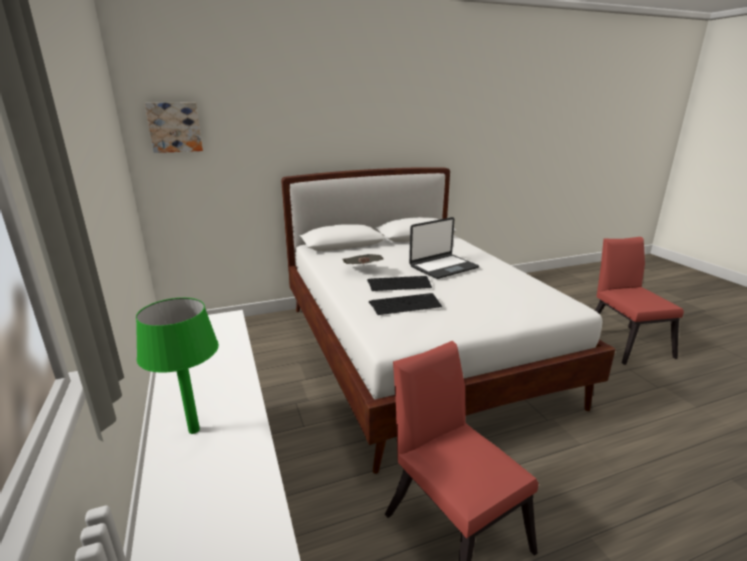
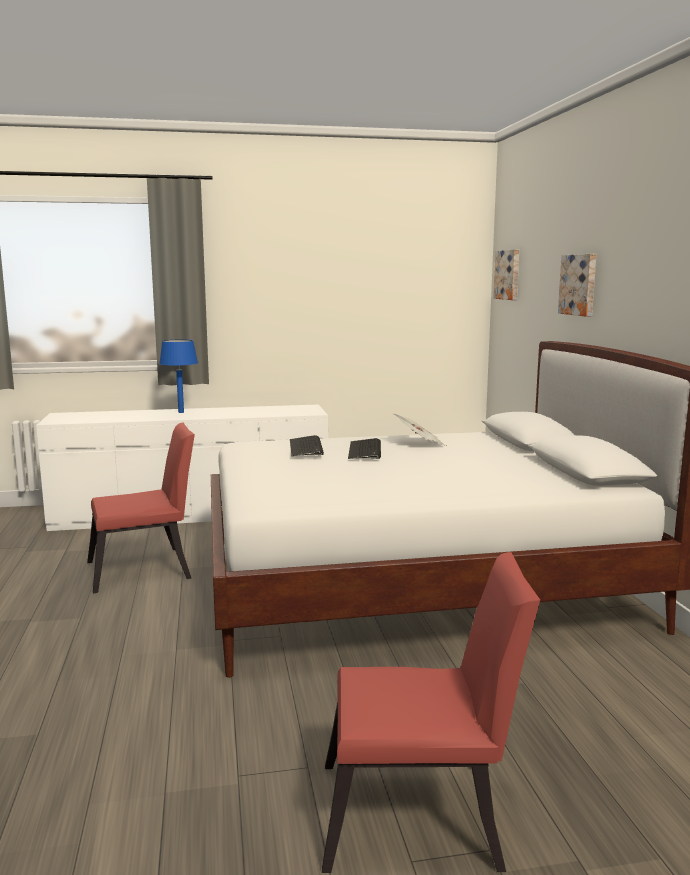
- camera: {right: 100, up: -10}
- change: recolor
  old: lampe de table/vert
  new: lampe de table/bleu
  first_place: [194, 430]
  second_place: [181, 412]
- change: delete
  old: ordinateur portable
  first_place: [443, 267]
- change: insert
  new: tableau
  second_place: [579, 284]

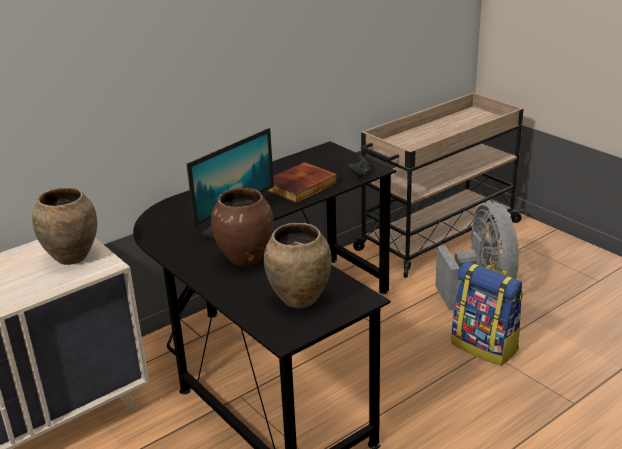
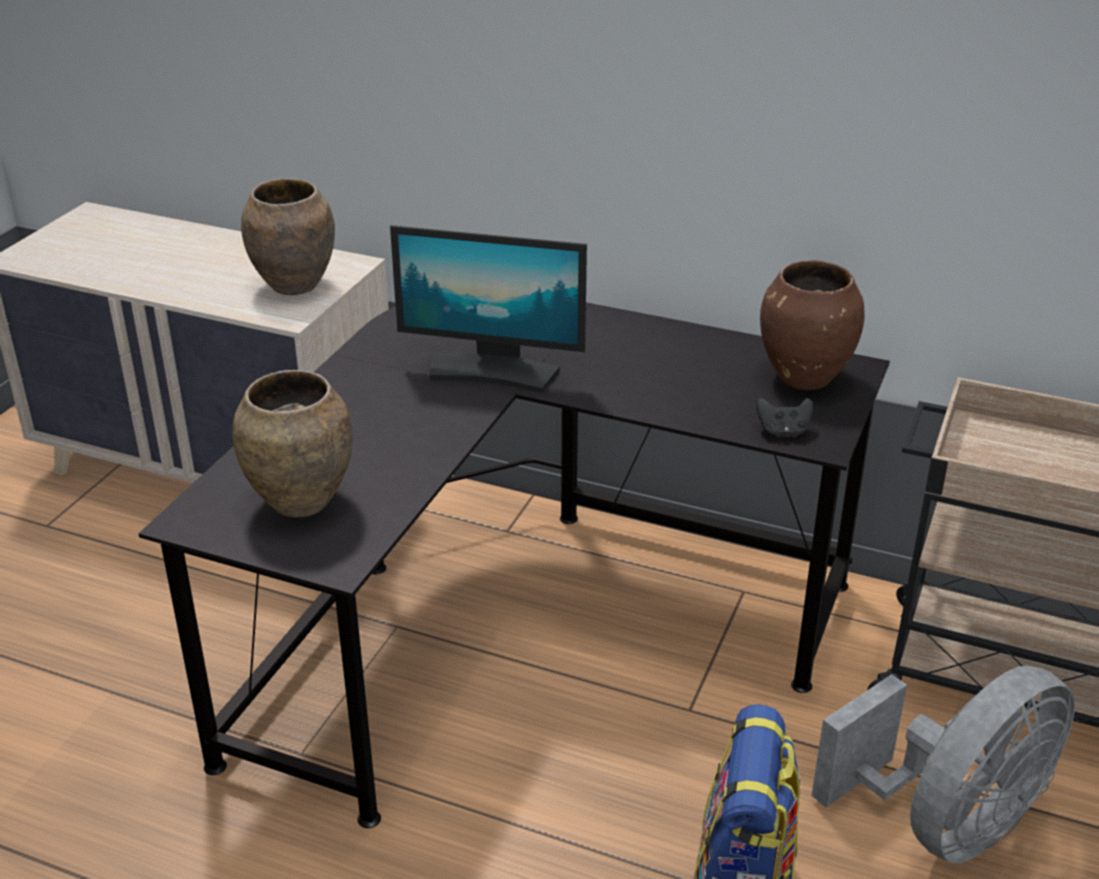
- camera: {right: 60, up: 5}
- change: move
  old: vase/marron
  first_place: [246, 259]
  second_place: [804, 378]
- change: delete
  old: livre
  first_place: [301, 186]

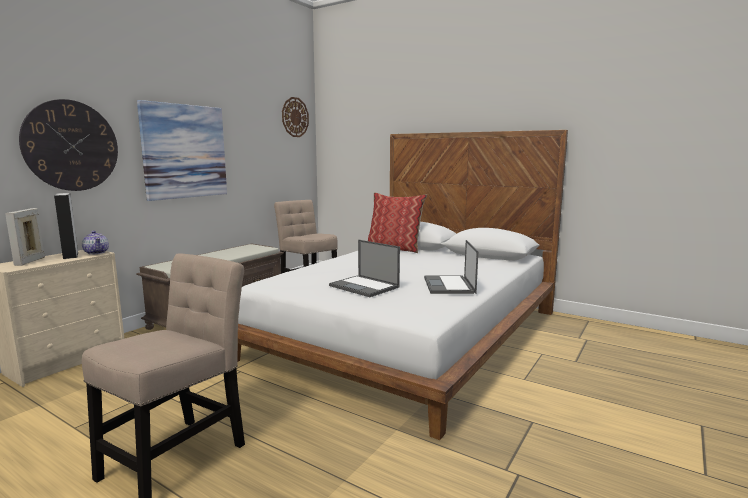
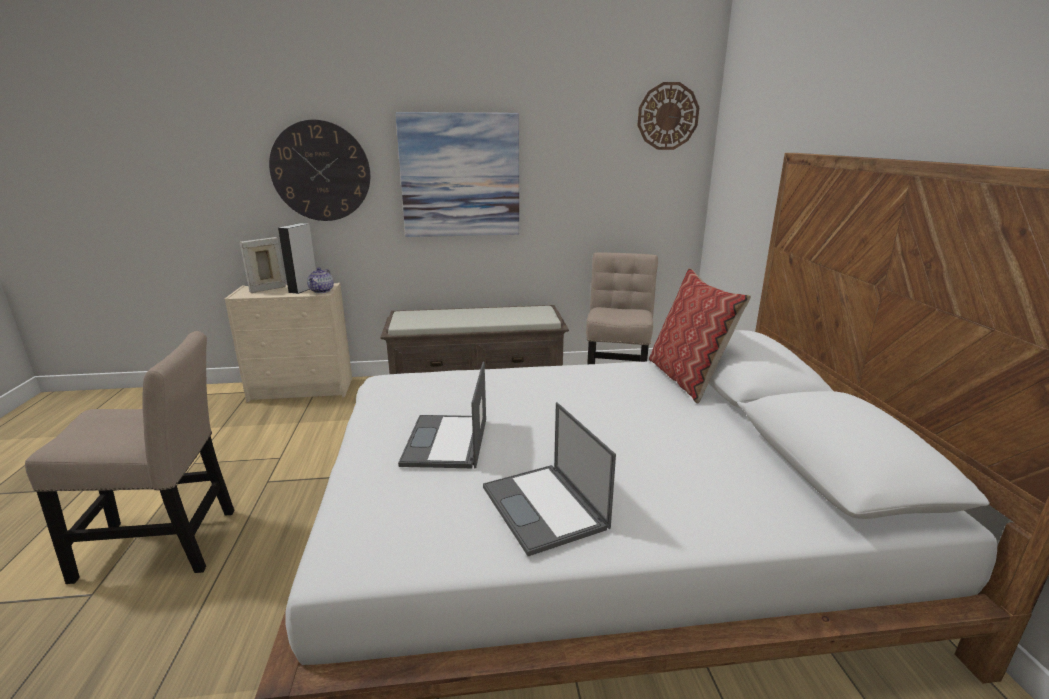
- camera: {right: 50, up: 10}
- change: rotate
  old: ordinateur portable
  first_place: [449, 285]
  second_place: [545, 508]
  degrees: -75

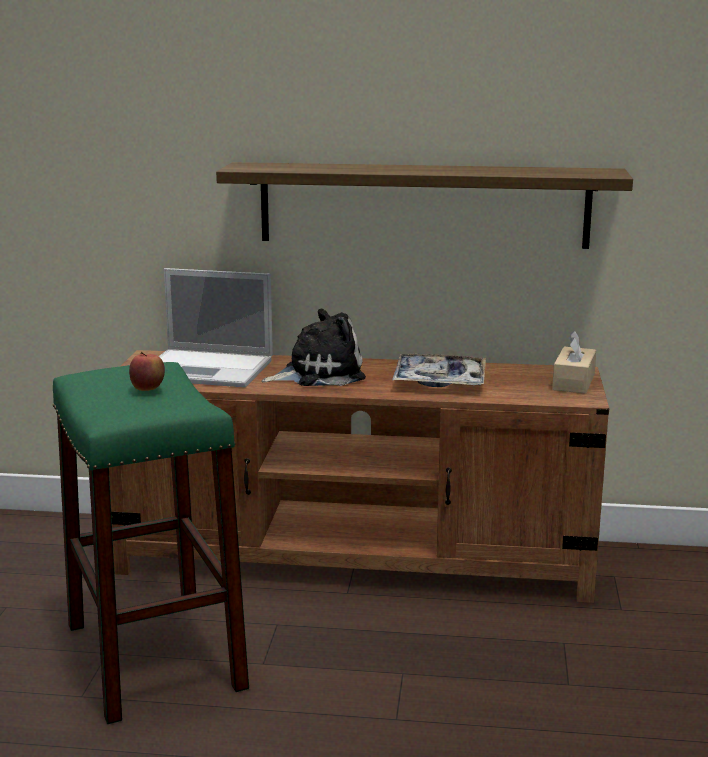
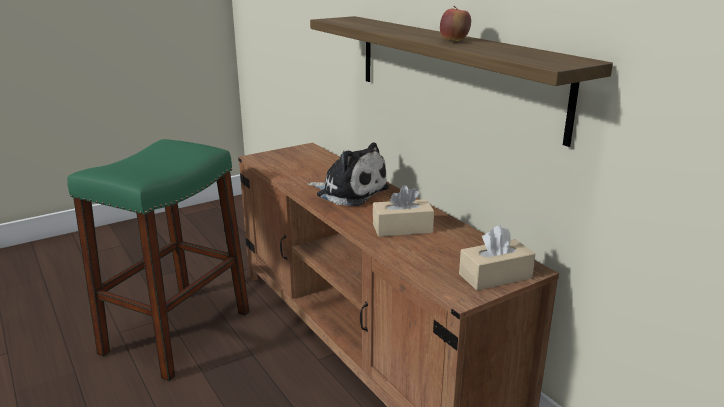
- camera: {right: 50, up: 5}
- change: move
  old: pomme
  first_place: [148, 390]
  second_place: [454, 41]
- change: delete
  old: ordinateur portable
  first_place: [208, 369]
- change: replace
  old: plateau
  new: boîte à mouchoirs/beige
  first_place: [439, 381]
  second_place: [402, 228]

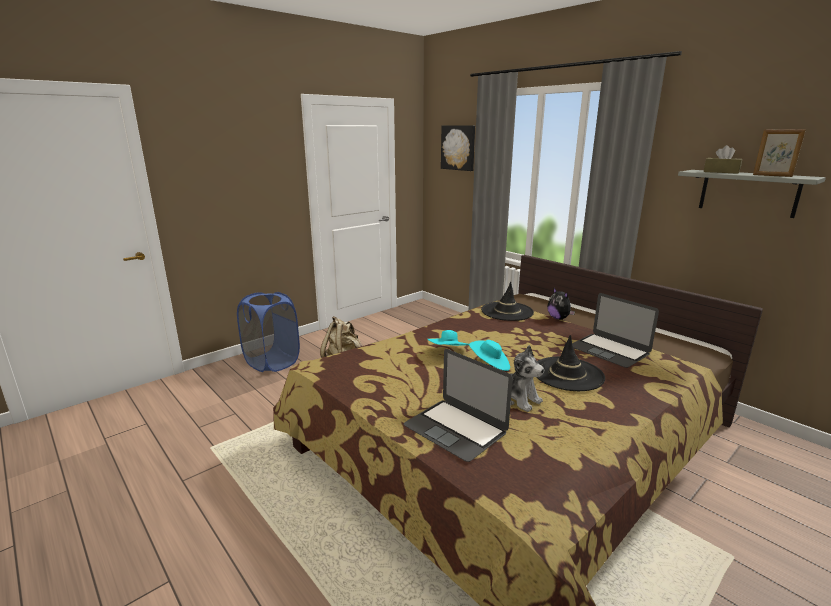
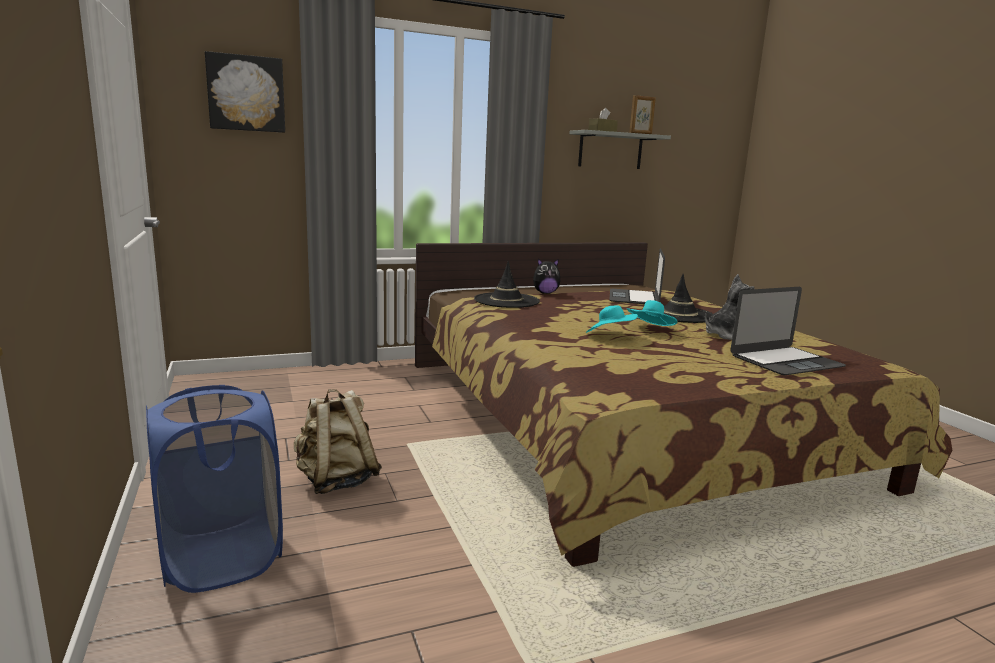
- camera: {right: -70, up: -5}
- change: rotate
  old: ordinateur portable
  first_place: [609, 350]
  second_place: [634, 297]
  degrees: 120

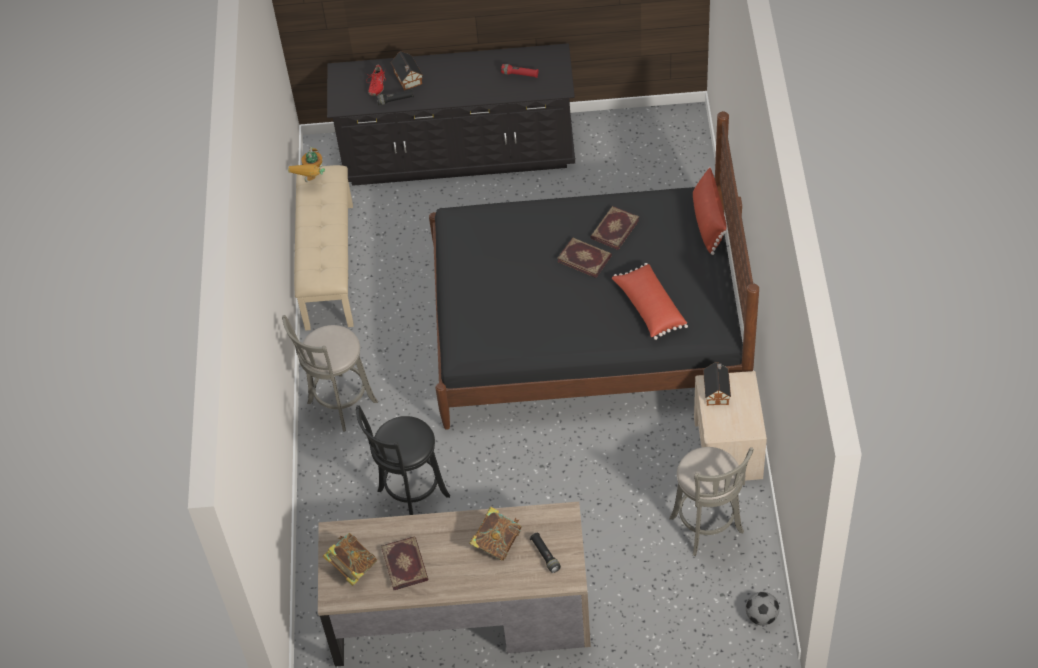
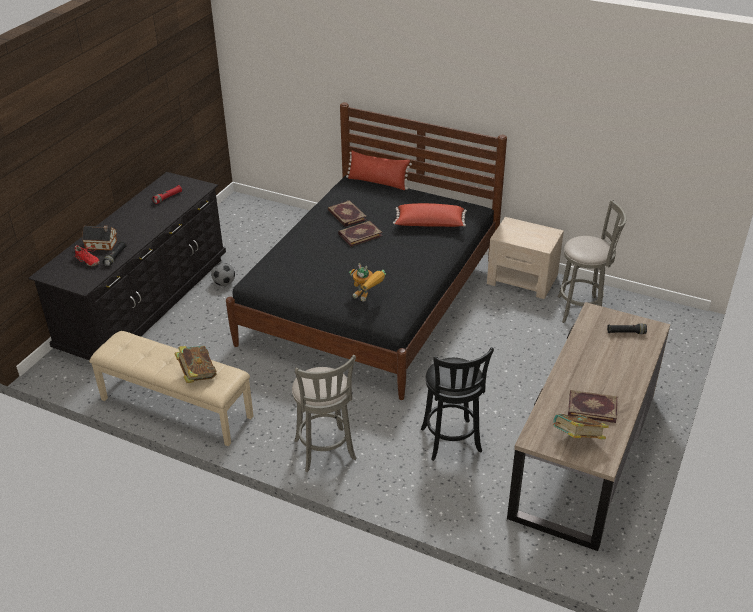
- camera: {right: -65, up: -15}
- change: move
  old: robot jouet
  first_place: [313, 181]
  second_place: [367, 297]
- change: move
  old: livre
  first_place: [497, 543]
  second_place: [197, 374]
- change: delete
  old: maison miniature
  first_place: [716, 390]
- change: move
  old: ballon de foot
  first_place: [761, 616]
  second_place: [224, 283]

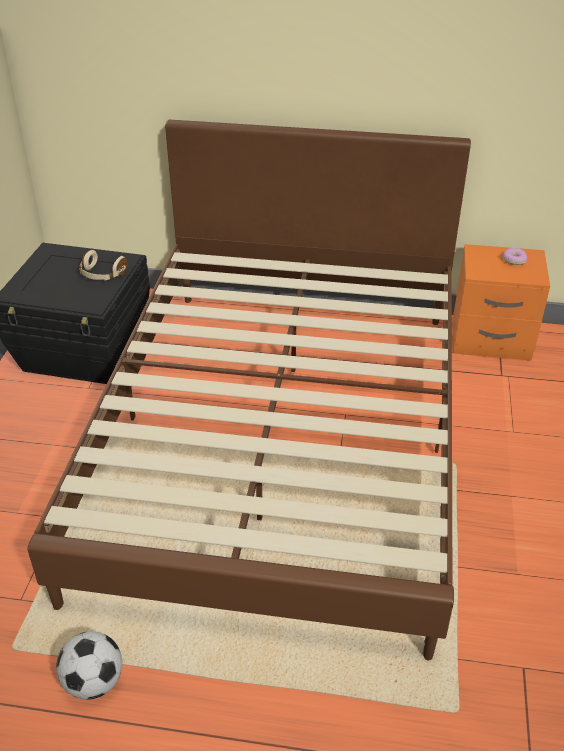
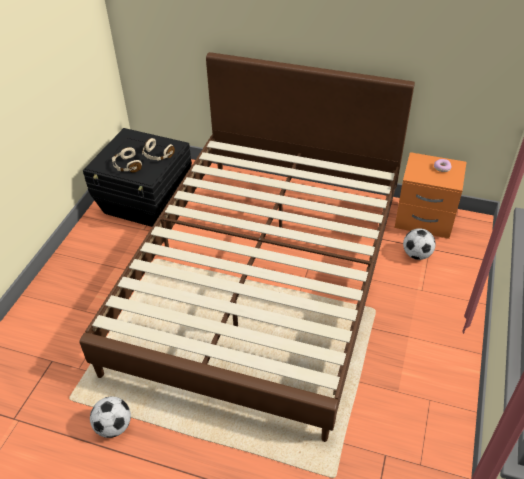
- camera: {right: 10, up: 5}
- change: insert
  new: casque audio/beige
  second_place: [127, 166]
- change: insert
  new: ballon de foot
  second_place: [416, 255]

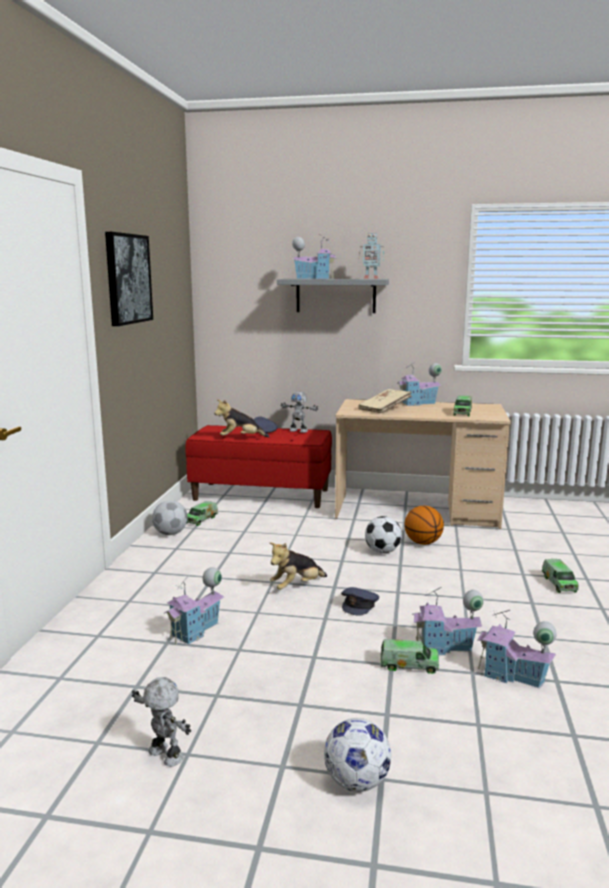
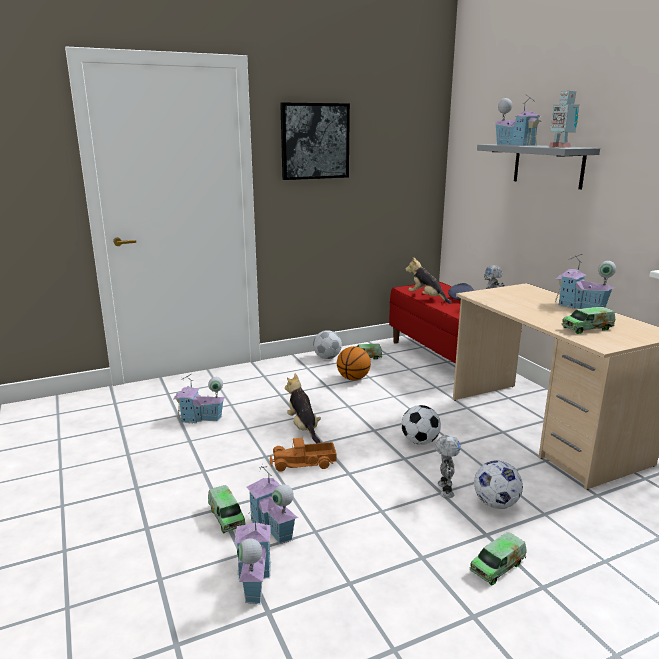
- camera: {right: 55, up: 5}
- change: move
  old: robot jouet
  first_place: [164, 756]
  second_place: [444, 490]
- change: rotate
  old: peluche
  first_place: [296, 586]
  second_place: [303, 428]
  degrees: 45
- change: move
  old: ballon de foot
  first_place: [356, 782]
  second_place: [495, 503]
- change: replace
  old: casquette/gris
  new: camion jouet
  first_place: [359, 605]
  second_place: [303, 463]
- change: delete
  old: livre/beige
  first_place: [384, 409]
- change: move
  old: ballon de basket
  first_place: [423, 543]
  second_place: [353, 378]

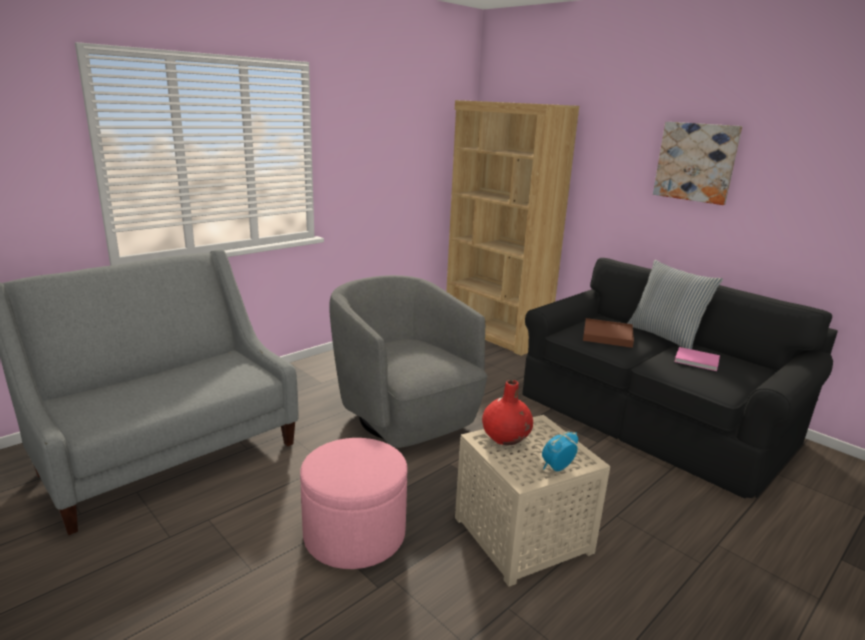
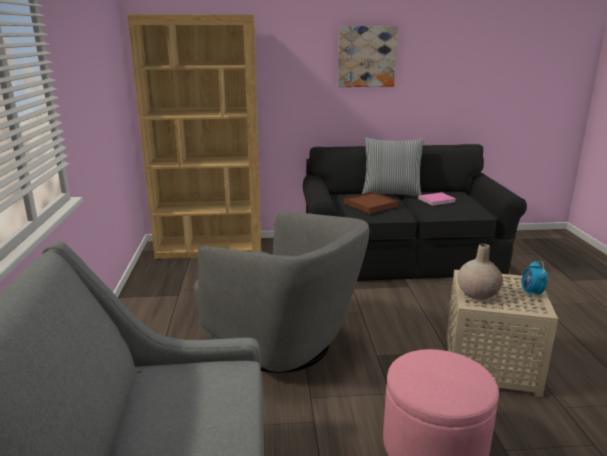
- camera: {right: -50, up: 0}
- change: rotate
  old: fauteuil/gris
  first_place: [405, 416]
  second_place: [282, 344]
  degrees: -150
- change: recolor
  old: vase/rouge
  new: vase/beige
  first_place: [506, 437]
  second_place: [477, 293]

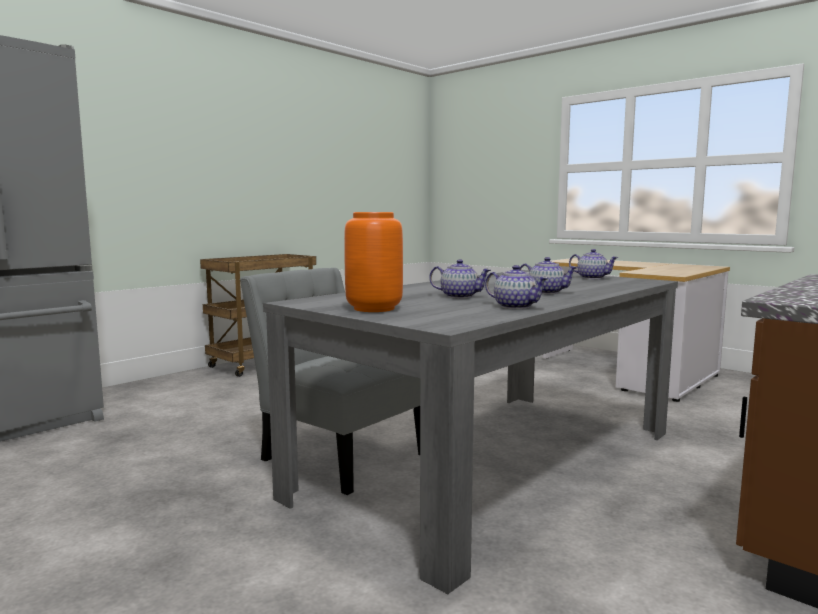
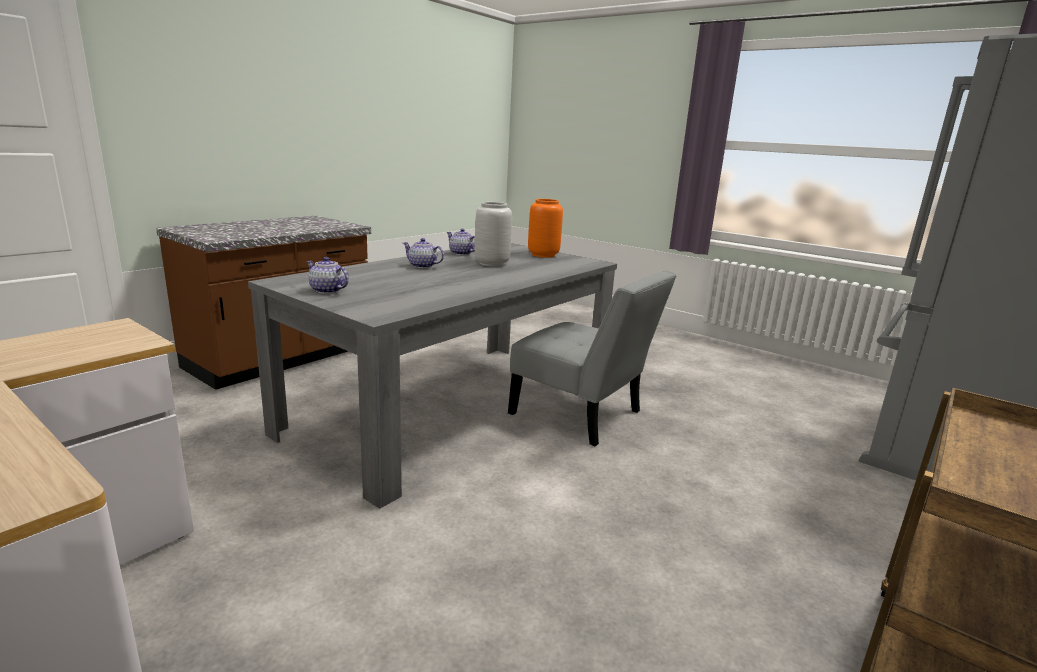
- camera: {right: 175, up: 10}
- change: replace
  old: théière
  new: vase/gris
  first_place: [459, 296]
  second_place: [492, 264]

